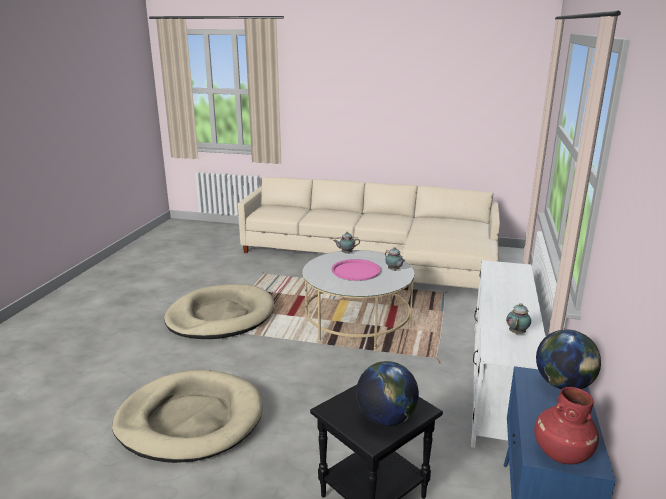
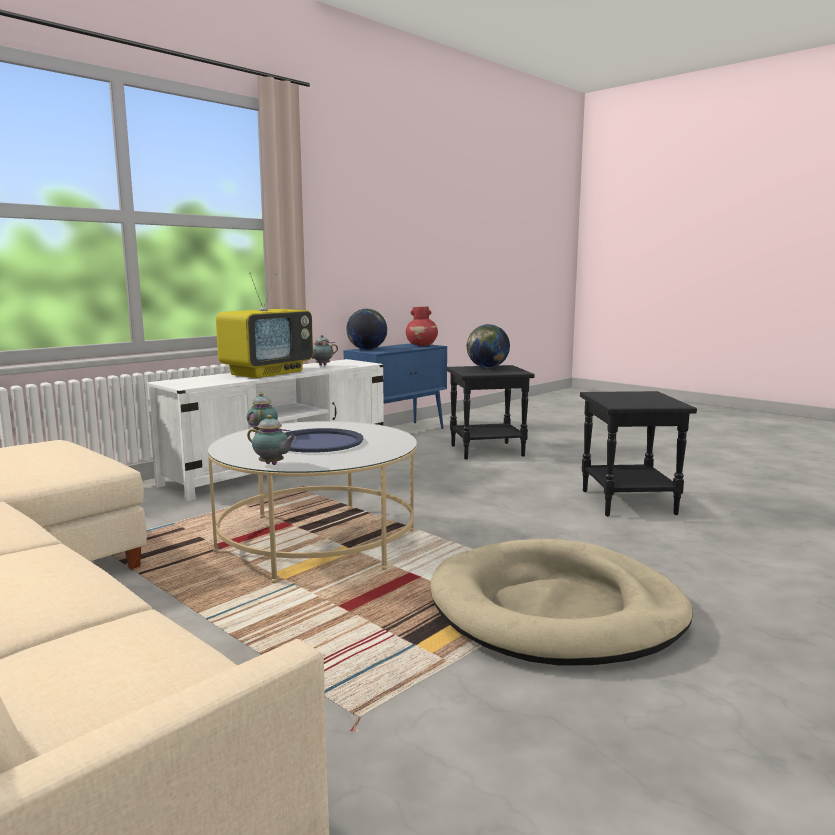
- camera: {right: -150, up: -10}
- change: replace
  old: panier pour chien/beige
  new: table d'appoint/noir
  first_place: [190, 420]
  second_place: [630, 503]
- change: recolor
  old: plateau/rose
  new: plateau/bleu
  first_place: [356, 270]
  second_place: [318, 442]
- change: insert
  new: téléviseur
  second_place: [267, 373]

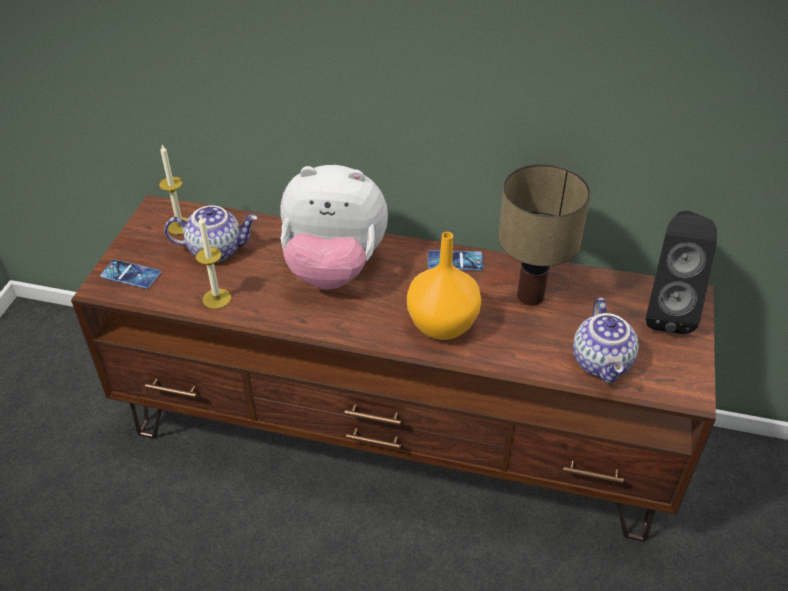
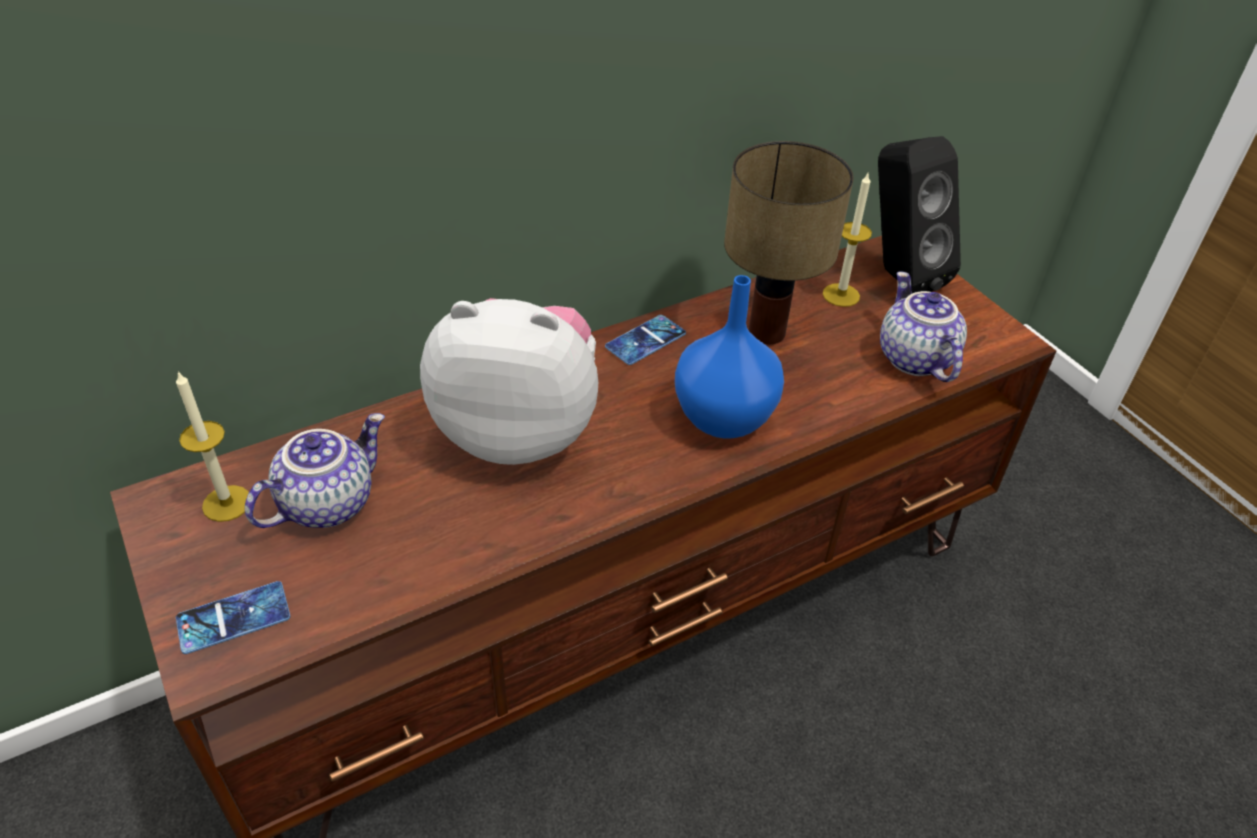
- camera: {right: -45, up: 0}
- change: move
  old: bougie
  first_place: [217, 298]
  second_place: [841, 295]
- change: rotate
  old: peluche
  first_place: [334, 268]
  second_place: [520, 430]
  degrees: -135
- change: recolor
  old: vase/orange
  new: vase/bleu
  first_place: [443, 324]
  second_place: [724, 417]
- change: rotate
  old: théière
  first_place: [603, 363]
  second_place: [913, 358]
  degrees: -150

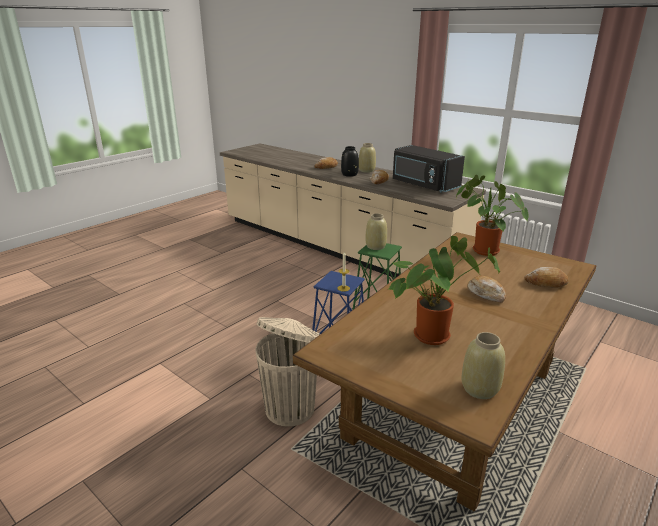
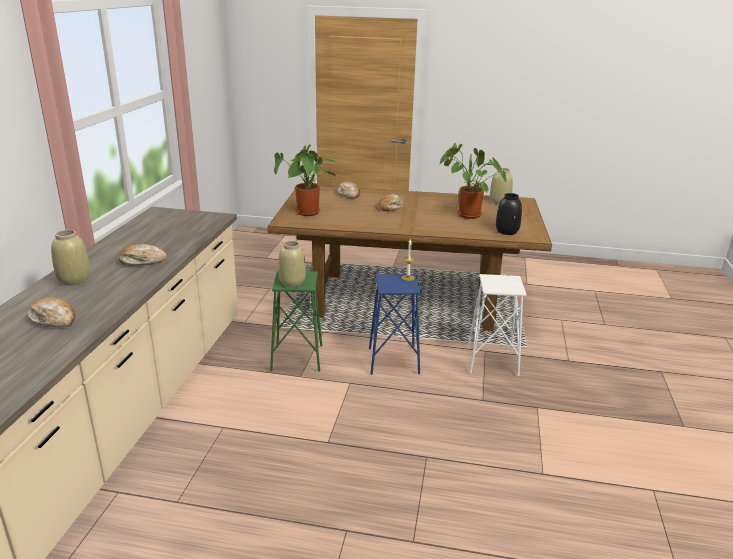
- camera: {right: -120, up: 0}
- change: replace
  old: poubelle/beige
  new: tabouret/blanc
  first_place: [291, 407]
  second_place: [491, 361]
- change: move
  old: vase/noir
  first_place: [349, 174]
  second_place: [507, 231]
- change: delete
  old: micro-ondes/noir
  first_place: [423, 185]

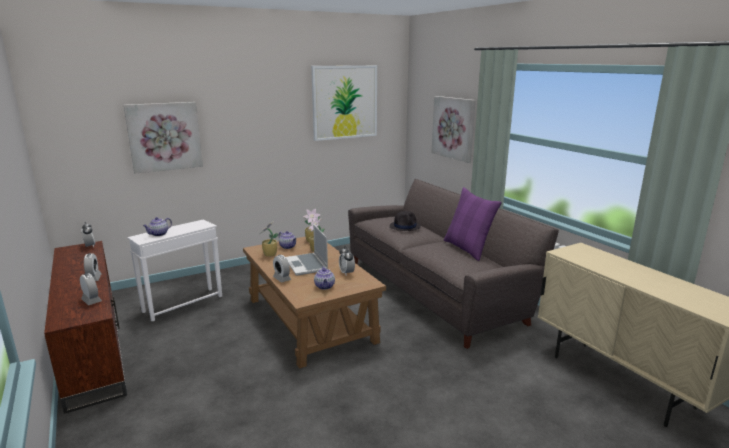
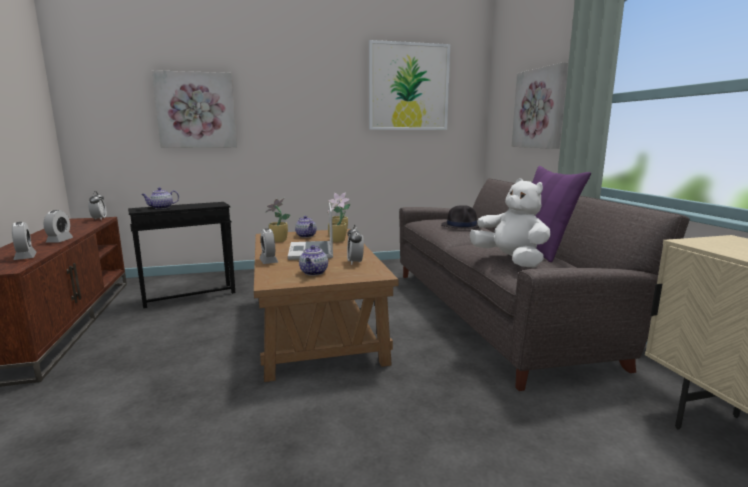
- camera: {right: 15, up: -5}
- change: recolor
  old: table d'appoint/blanc
  new: table d'appoint/noir
  first_place: [182, 304]
  second_place: [189, 295]
- change: insert
  new: peluche/blanc
  second_place: [510, 260]

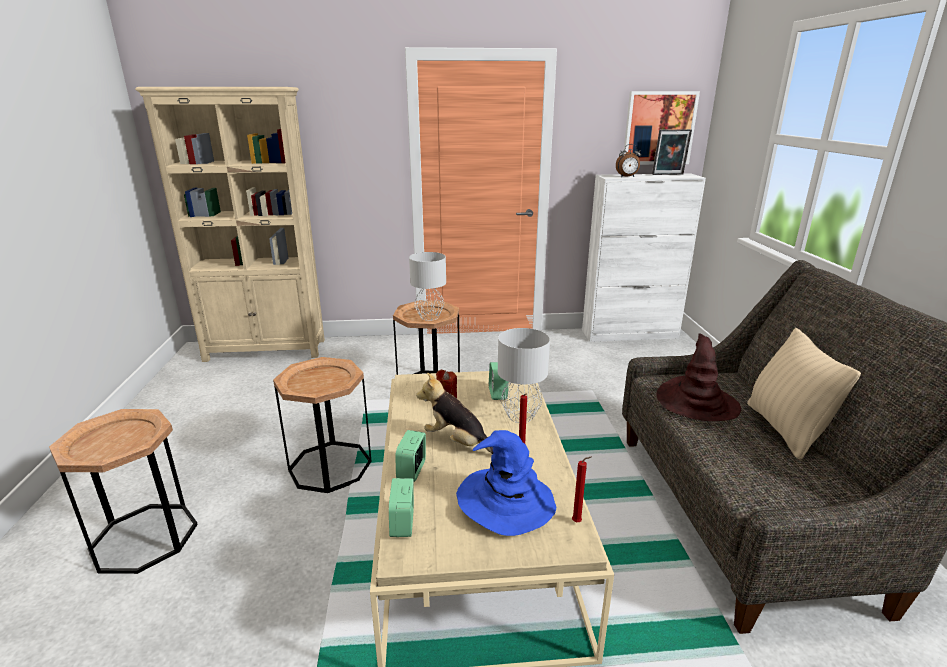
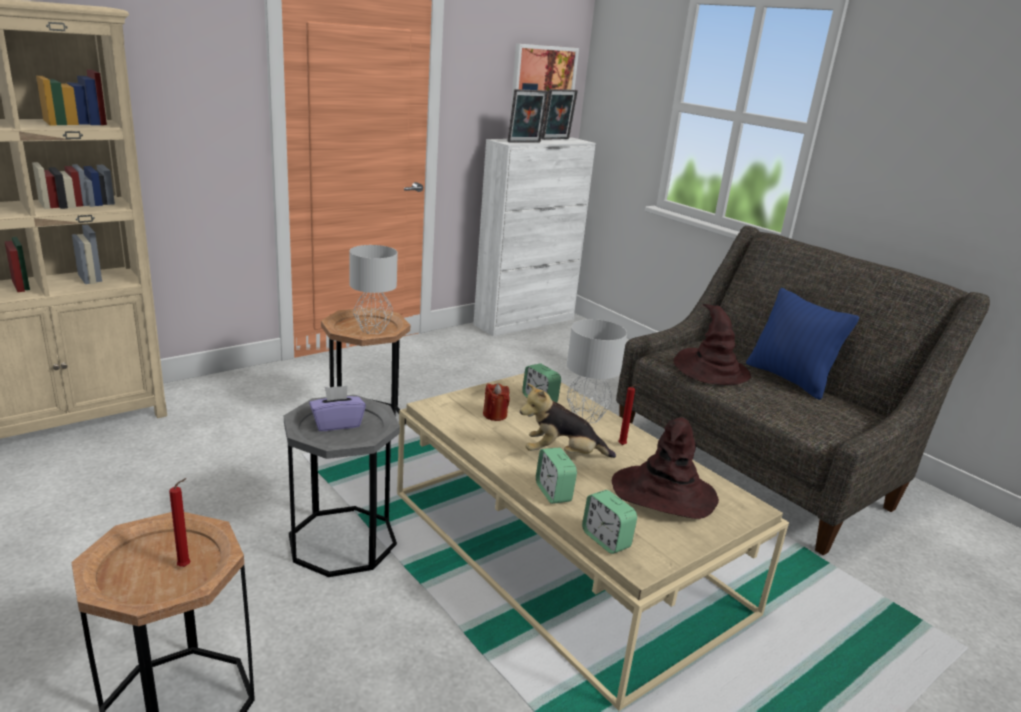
- camera: {right: -35, up: 0}
- change: recolor
  old: table d'appoint/marron
  new: table d'appoint/gris
  first_place: [330, 466]
  second_place: [342, 540]
- change: recolor
  old: chapeau/bleu
  new: chapeau/marron
  first_place: [504, 502]
  second_place: [663, 494]
- change: move
  old: bougie/rouge
  first_place: [578, 522]
  second_place: [186, 566]
- change: replace
  old: réveil
  new: cadre photo
  first_place: [627, 177]
  second_place: [525, 142]
- change: recolor
  old: coussin/beige
  new: coussin/bleu
  first_place: [785, 430]
  second_place: [789, 379]
- change: insert
  new: boîte à mouchoirs/violet
  second_place: [337, 423]

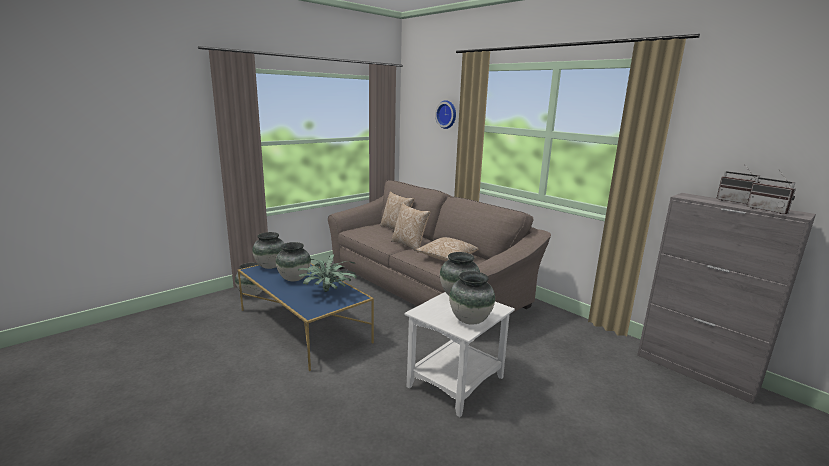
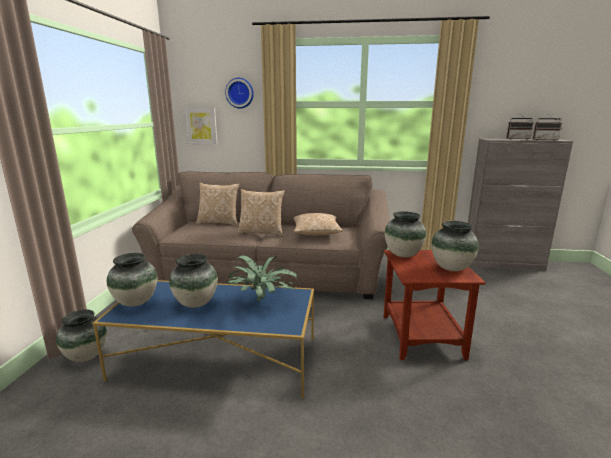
- camera: {right: -40, up: 0}
- change: recolor
  old: table d'appoint/blanc
  new: table d'appoint/marron
  first_place: [454, 381]
  second_place: [420, 336]
- change: insert
  new: tableau
  second_place: [201, 125]

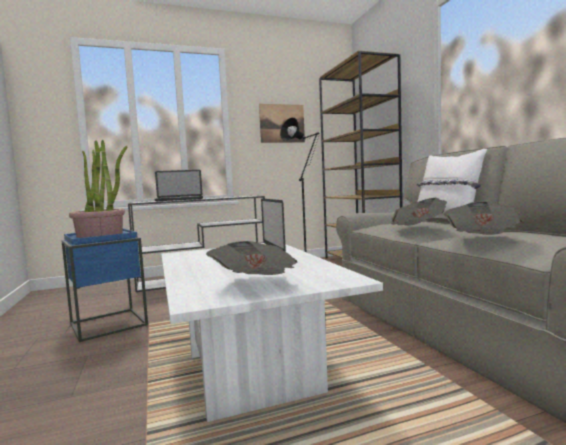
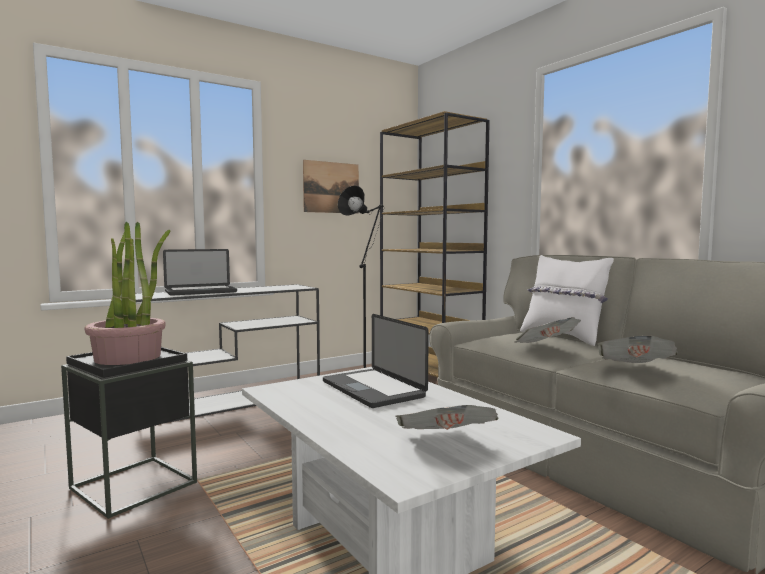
- camera: {right: -15, up: 0}
- change: recolor
  old: table d'appoint/bleu
  new: table d'appoint/noir
  first_place: [108, 324]
  second_place: [133, 485]

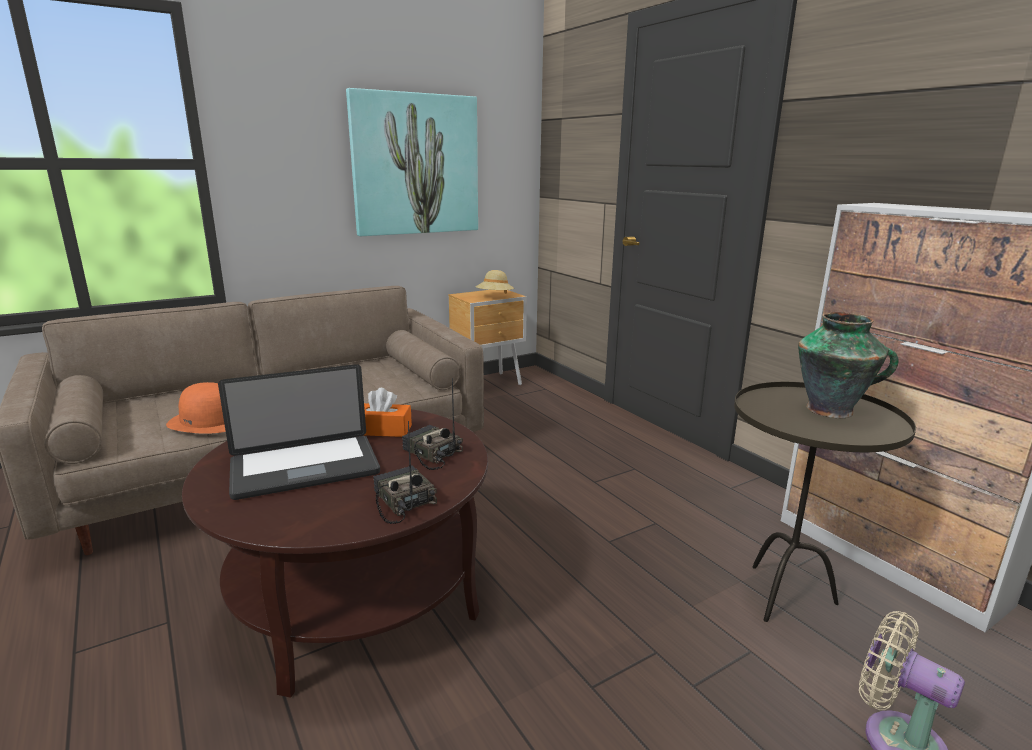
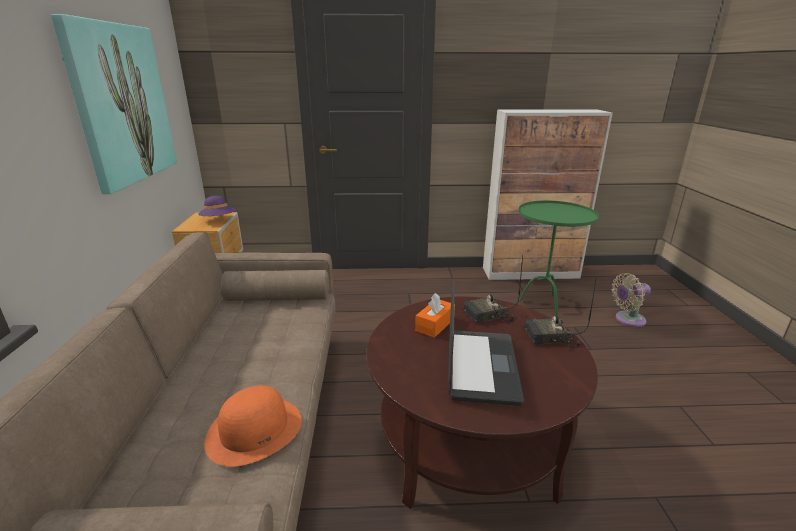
- camera: {right: -60, up: 5}
- change: recolor
  old: chapeau/beige
  new: chapeau/violet
  first_place: [495, 297]
  second_place: [218, 220]
- change: recolor
  old: table d'appoint/marron
  new: table d'appoint/vert
  first_place: [785, 596]
  second_place: [542, 303]
- change: delete
  old: vase
  first_place: [832, 410]

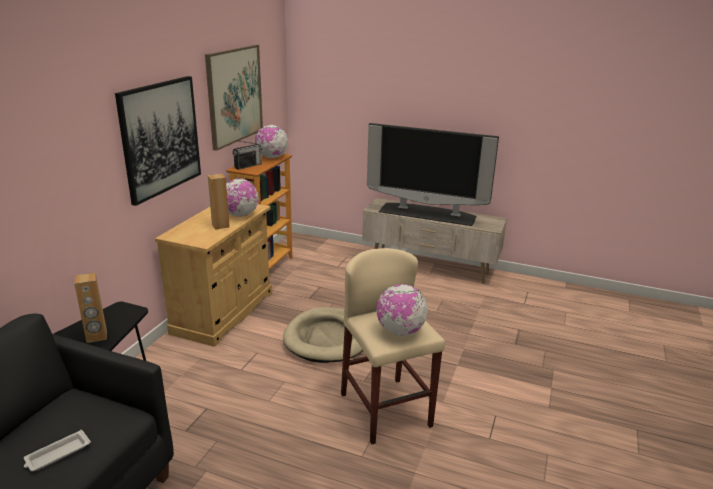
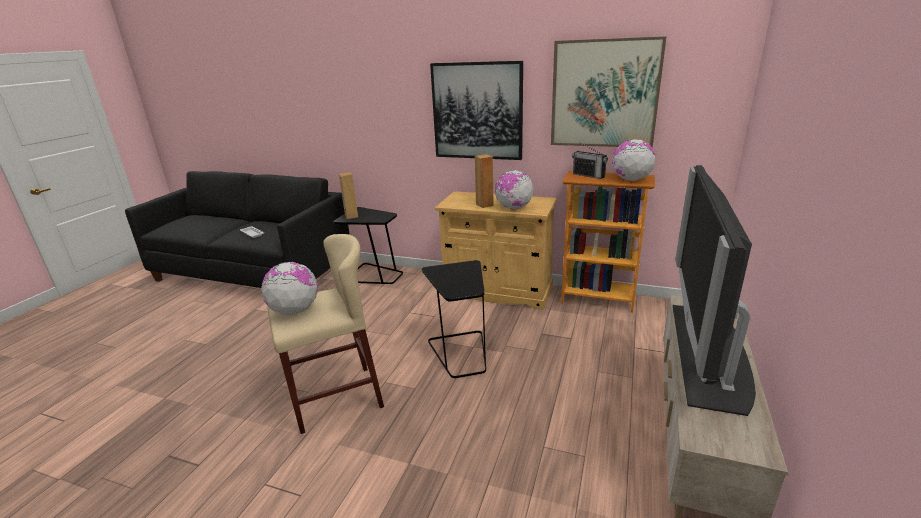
- camera: {right: 90, up: 0}
- change: replace
  old: panier pour chien/beige
  new: table d'appoint/noir
  first_place: [328, 338]
  second_place: [461, 353]

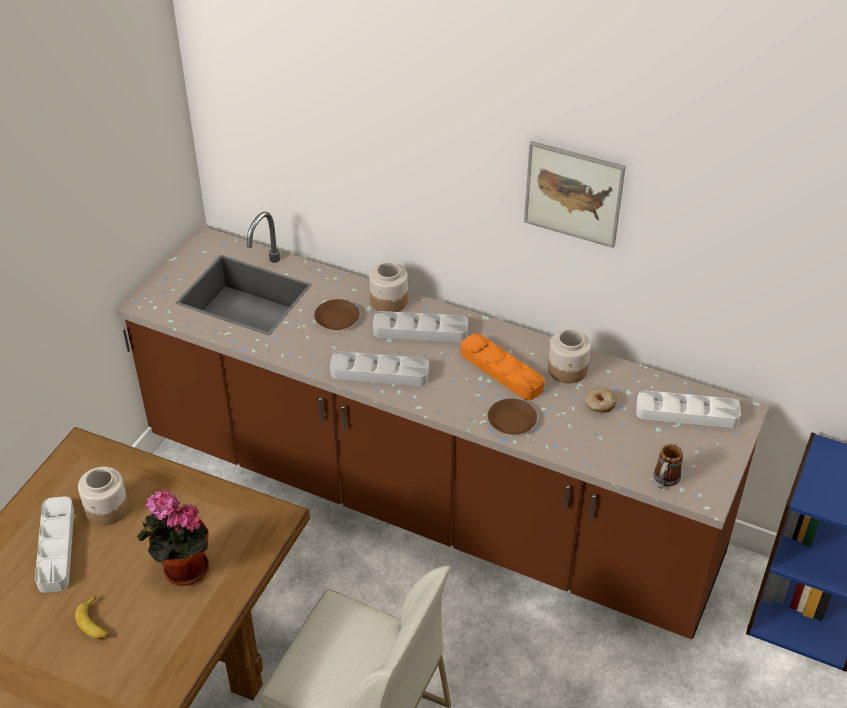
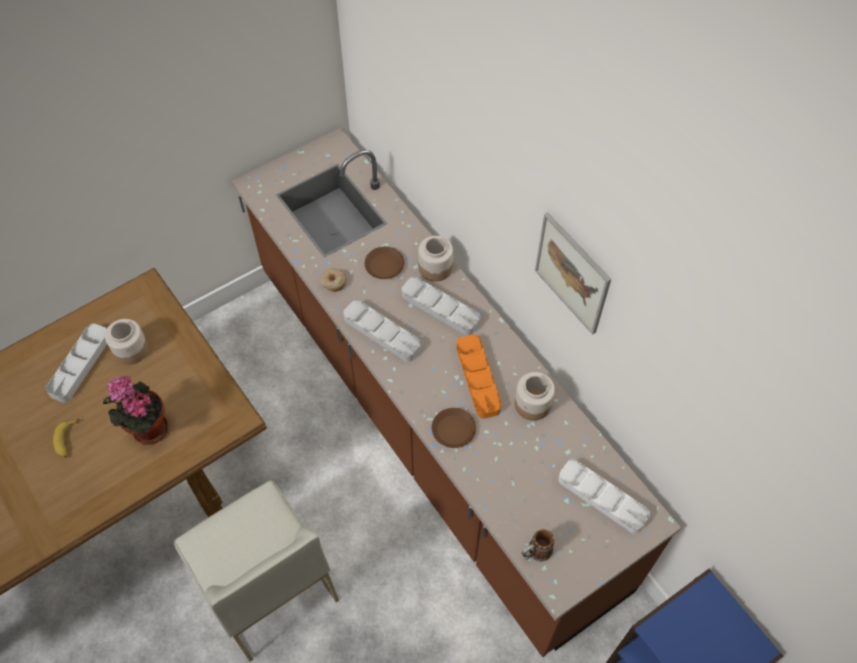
- camera: {right: 30, up: 15}
- change: move
  old: beignet
  first_place: [599, 404]
  second_place: [333, 282]

